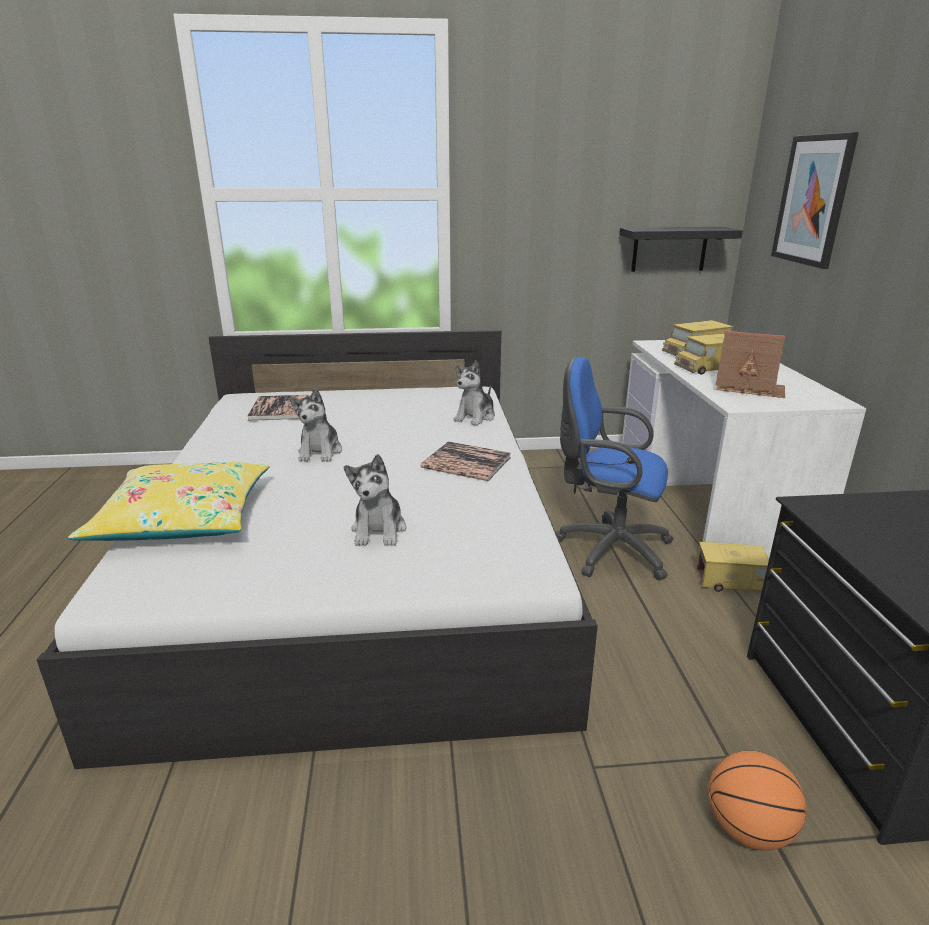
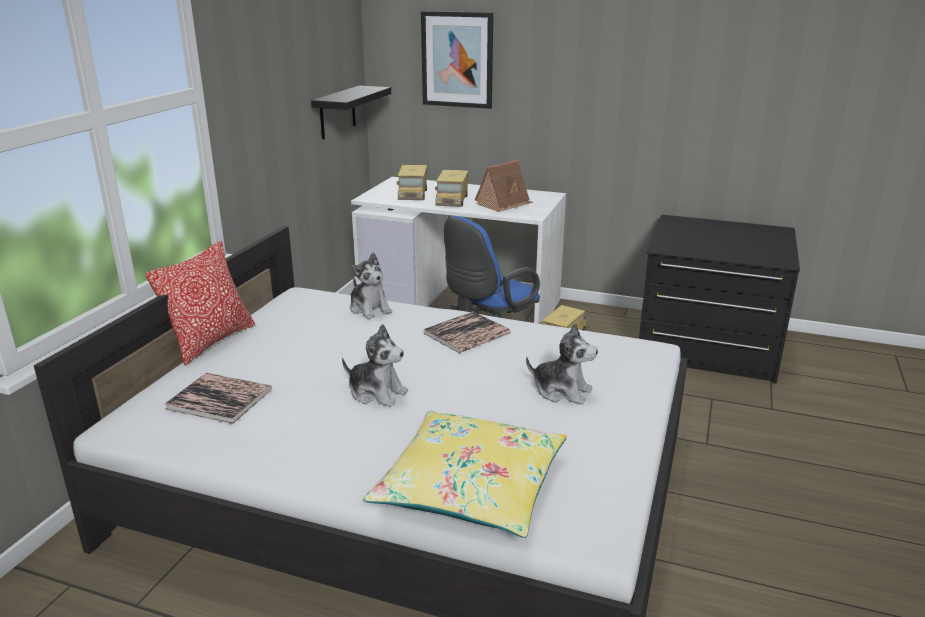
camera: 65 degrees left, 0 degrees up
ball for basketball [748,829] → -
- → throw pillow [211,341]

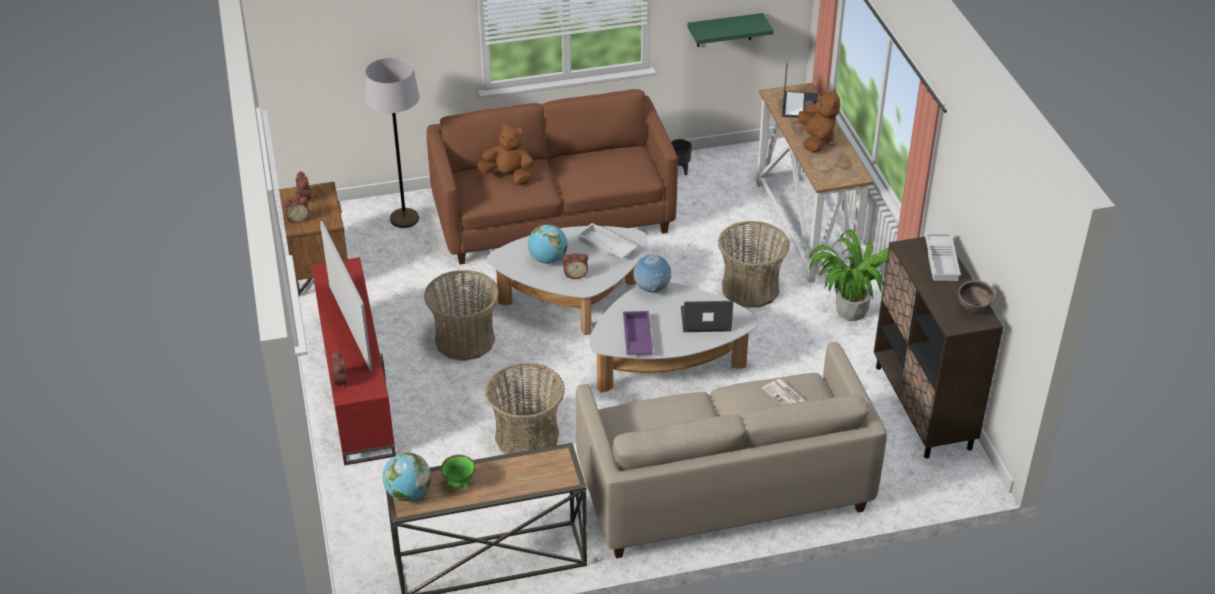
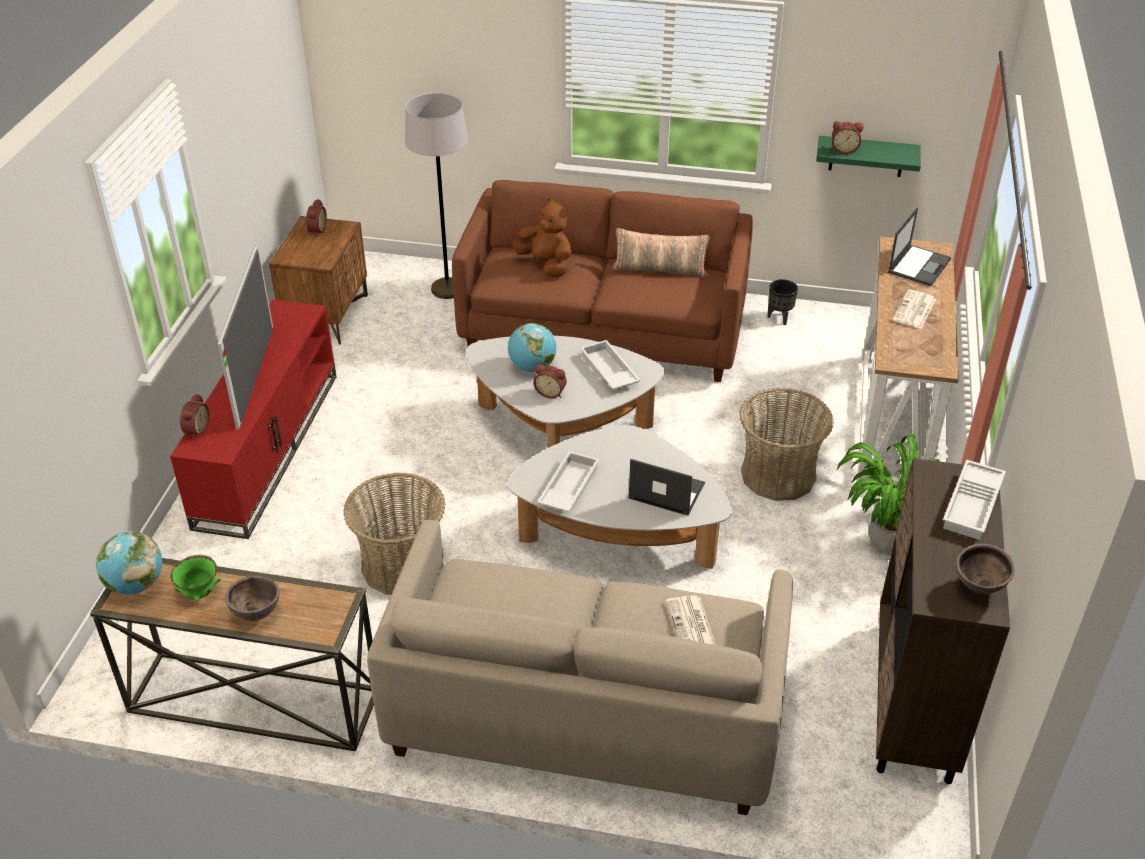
camera: 25 degrees right, 0 degrees up
brown-coloured cuddly toy [816,140] → printed paper [914,310]
bedside clock [297,218] → bedside clock [844,149], moved
desk globe [652,289] → -
household basket [464,340] → -
purple tray [636,338] → white-coloured tray [568,487]
- → throw pillow [660,269]
- → brown-coloured deep dish [256,613]

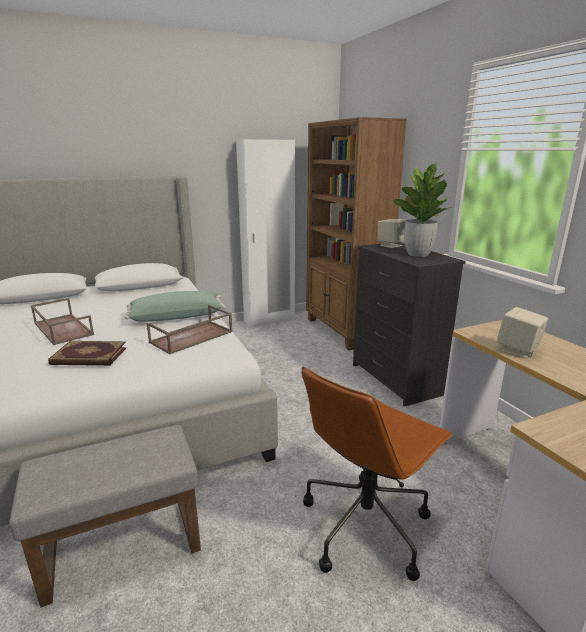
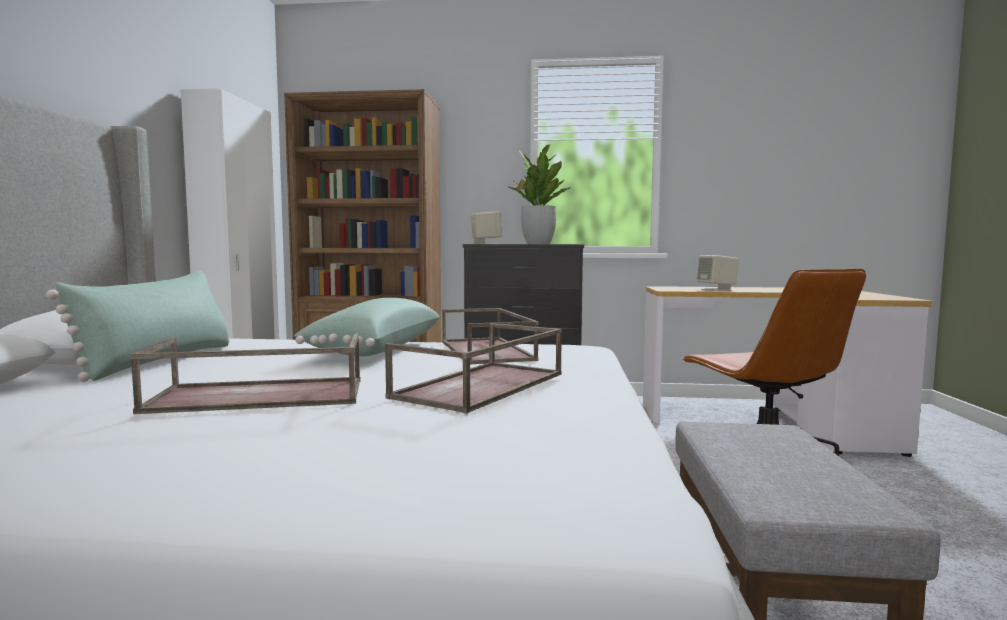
camera: 60 degrees left, 15 degrees down
volume [89,357] → brown-coloured tray [482,386]
- → greenish throw pillow [160,360]

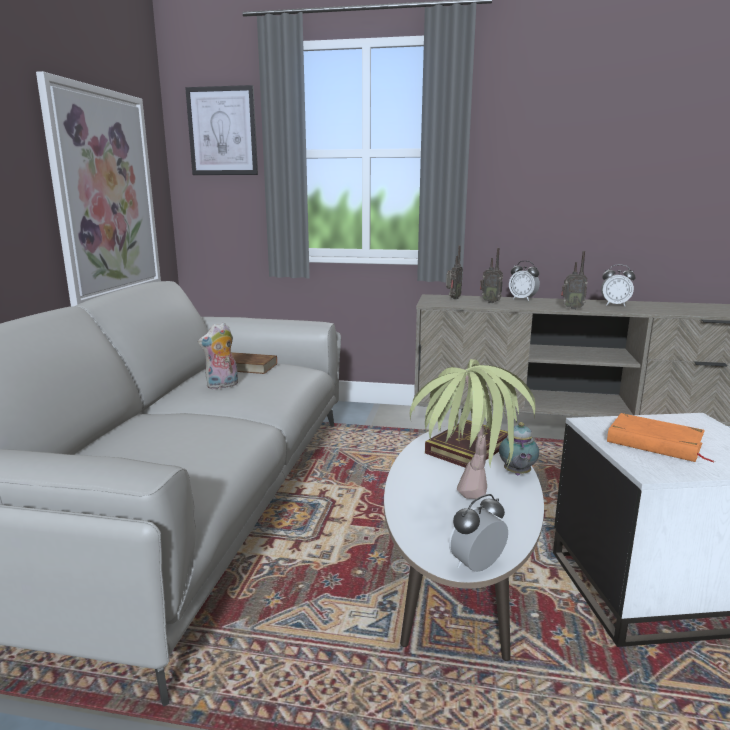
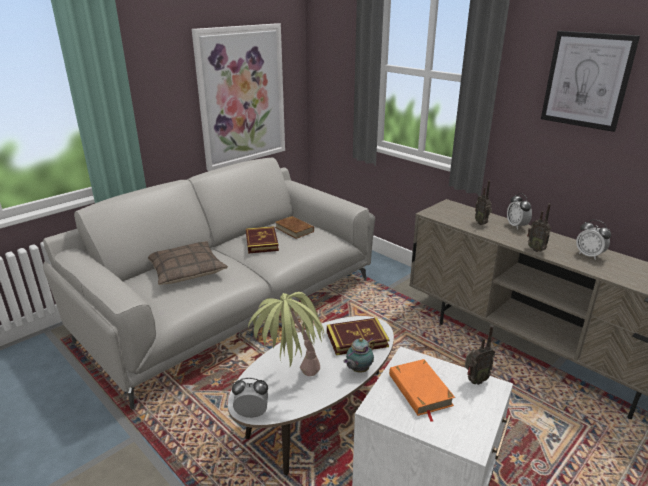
camera: 35 degrees right, 10 degrees up
wall art [222,131] → wall art [586,80], moved
radio receiver [452,298] → radio receiver [474,380], moved
cuddly toy [222,386] → volume [261,242]
- → throw pillow [186,270]

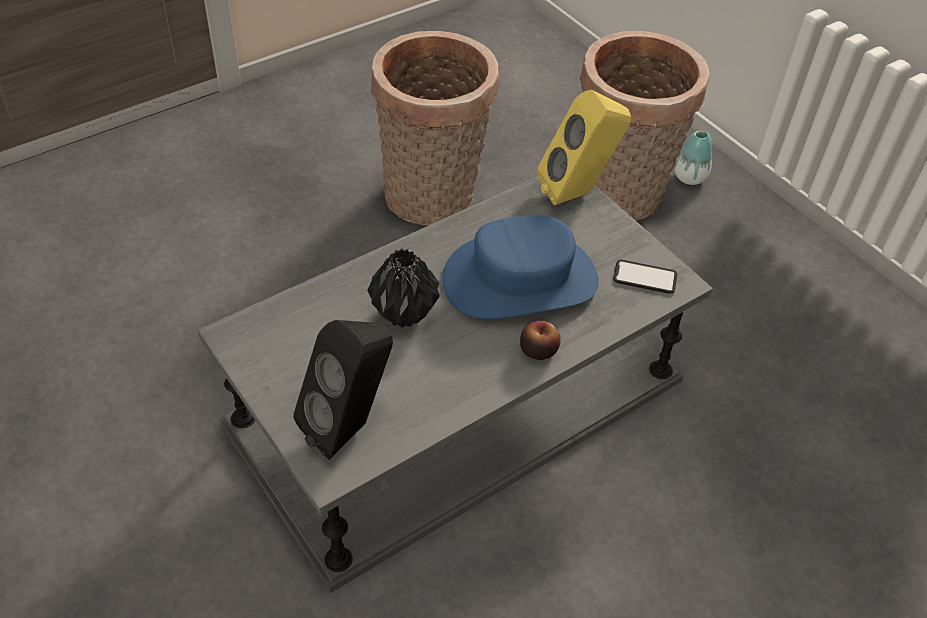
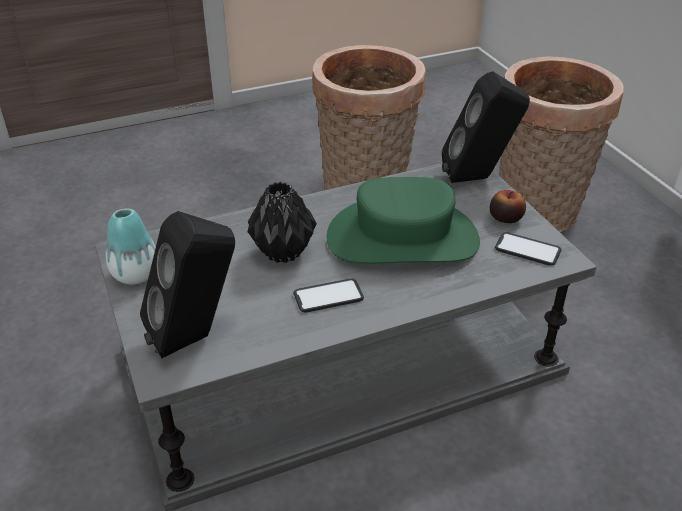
camera: 15 degrees right, 10 degrees down
yellow-coloured audio speaker [578,193] → black audio speaker [479,178]
decorative vase [689,177] → decorative vase [135,274], moved
blue wearable hat [520,279] → greenish wearable hat [403,238]
whole apple [538,350] → whole apple [505,217], moved
- → handset [328,296]

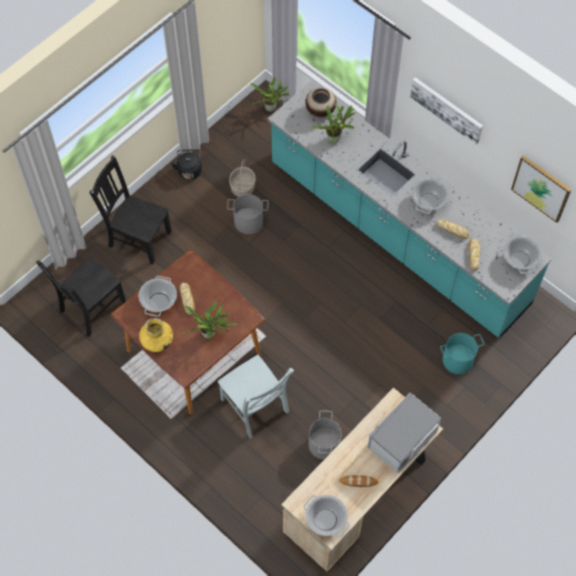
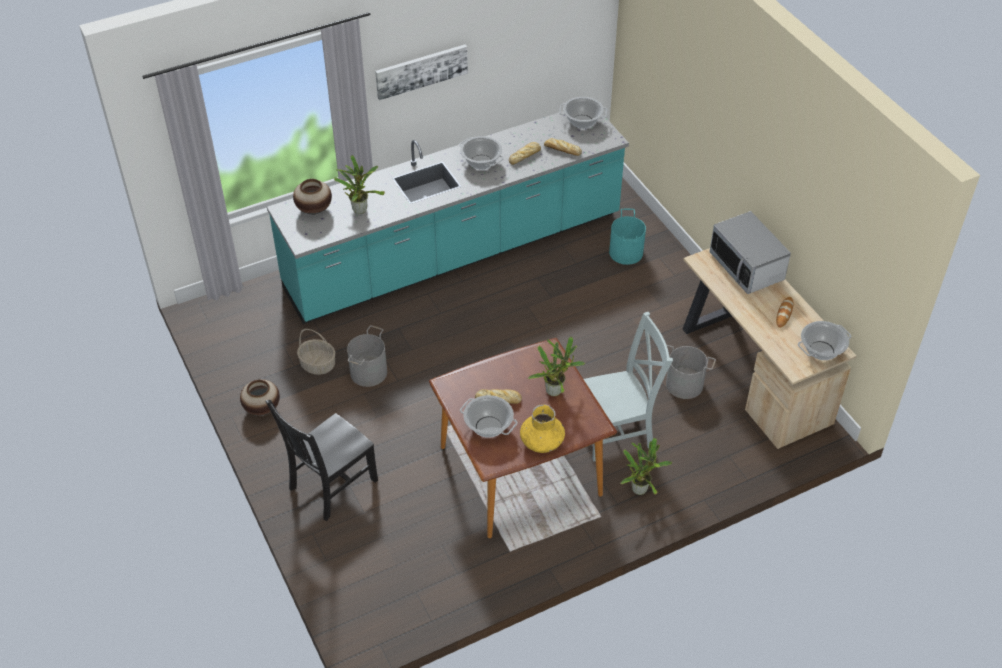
camera: 70 degrees left, 15 degrees down
plant in a pot [272,108] → plant in a pot [641,488], moved
black water kettle [189,170] → decorative vase [262,408]
wall art [541,188] → -
black plain chair [90,308] → -

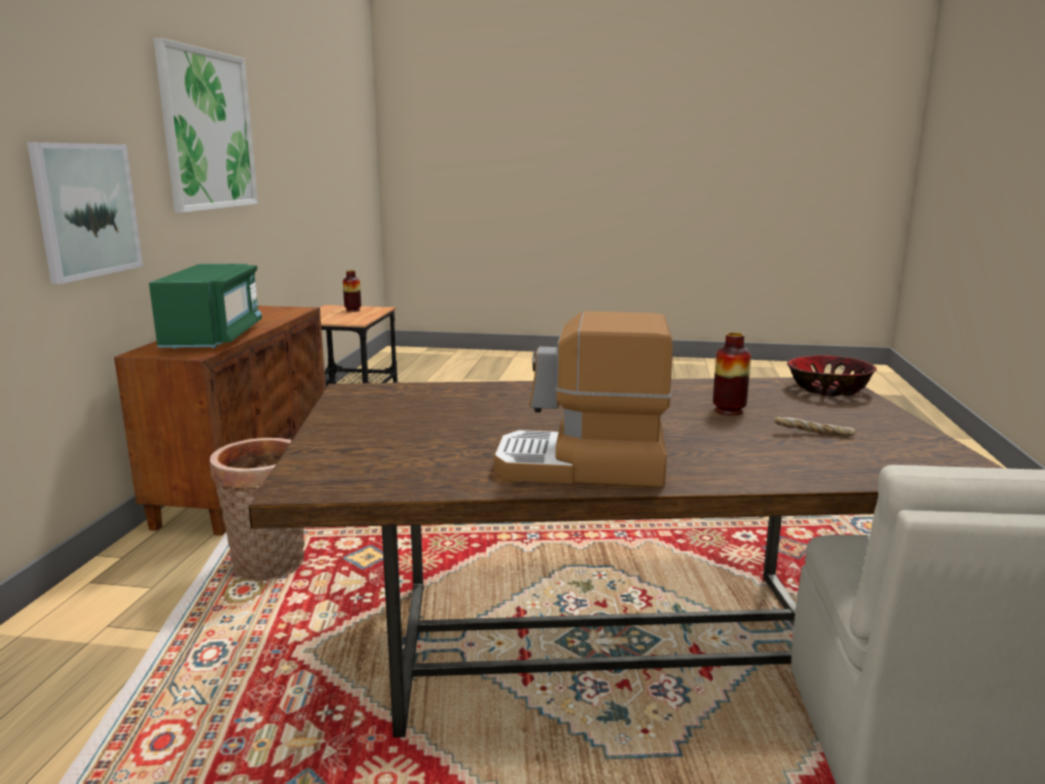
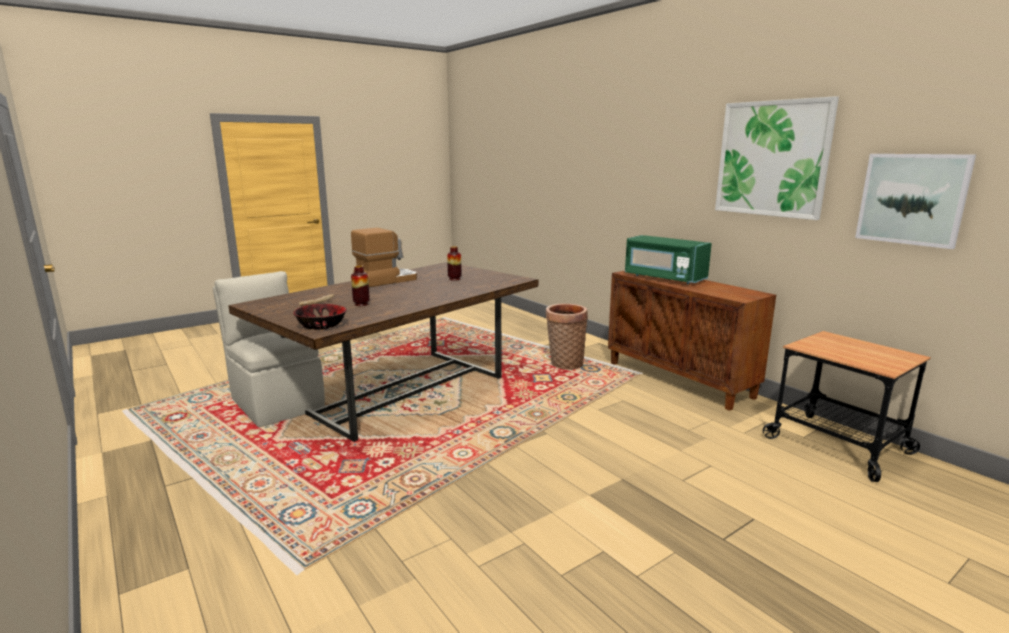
camera: 135 degrees right, 0 degrees up
wall art [86,210] → wall art [912,199], moved
decorative vase [353,310] → decorative vase [454,279], moved

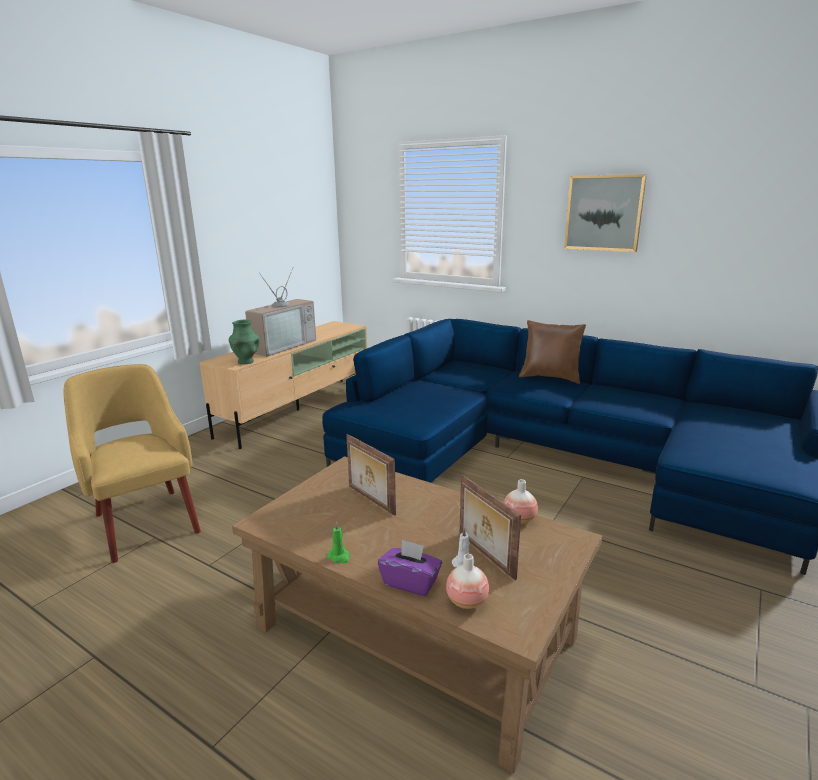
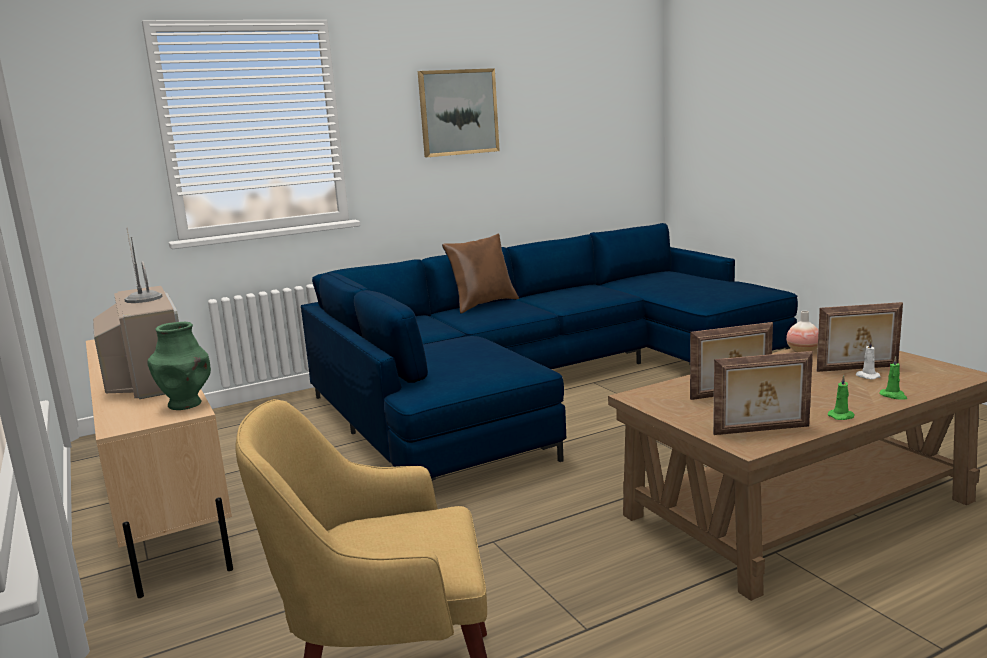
camera: 60 degrees left, 5 degrees down
purple tissue box [410,582] → greenish wax candle [893,396]
decorative vase [467,601] → -
- → photo frame [762,431]

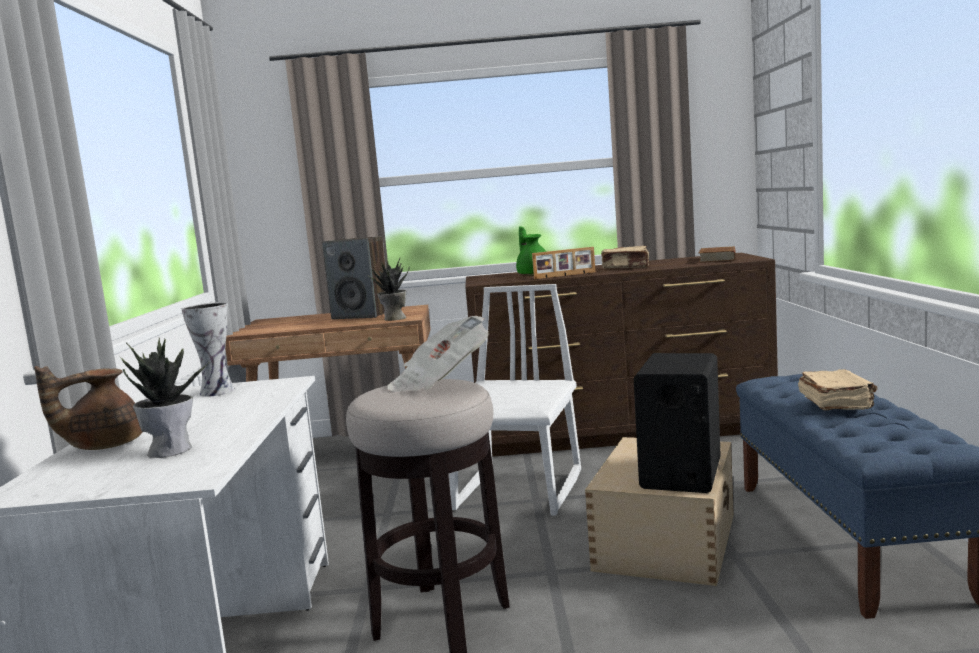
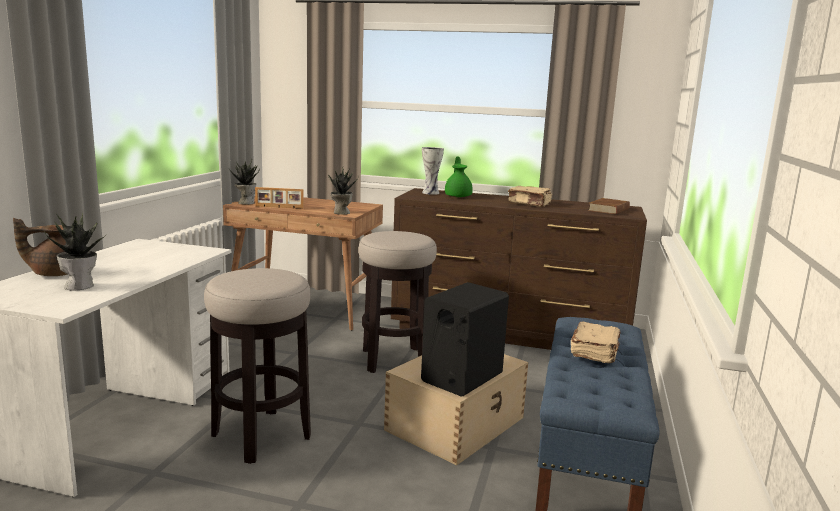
camera: 15 degrees right, 5 degrees up
audio speaker [362,315] → -
photo frame [565,275] → photo frame [279,207], moved
white-coloured plain chair [521,491] → stool seat [394,360]
decorative vase [219,391] → decorative vase [431,193], moved
printed paper [440,382] → -
- → plant in a pot [246,203]

